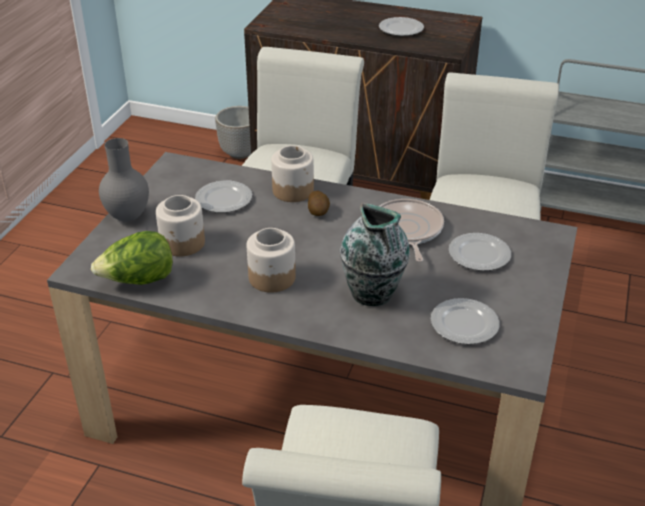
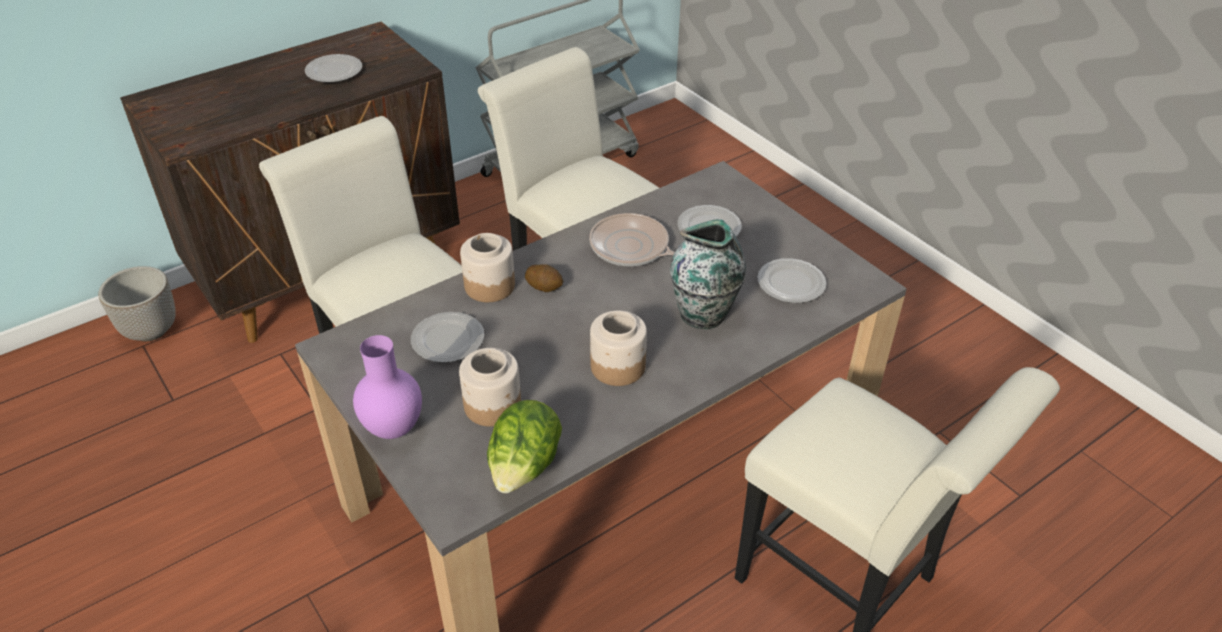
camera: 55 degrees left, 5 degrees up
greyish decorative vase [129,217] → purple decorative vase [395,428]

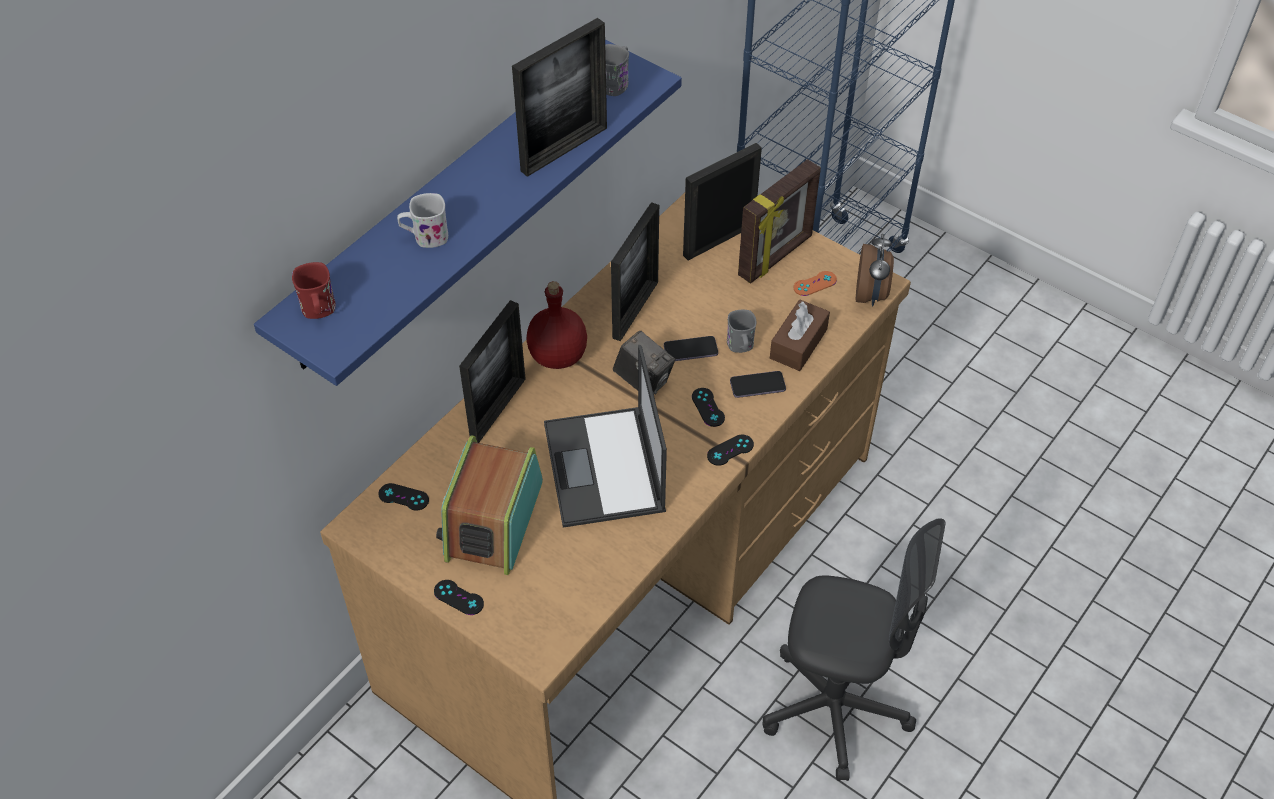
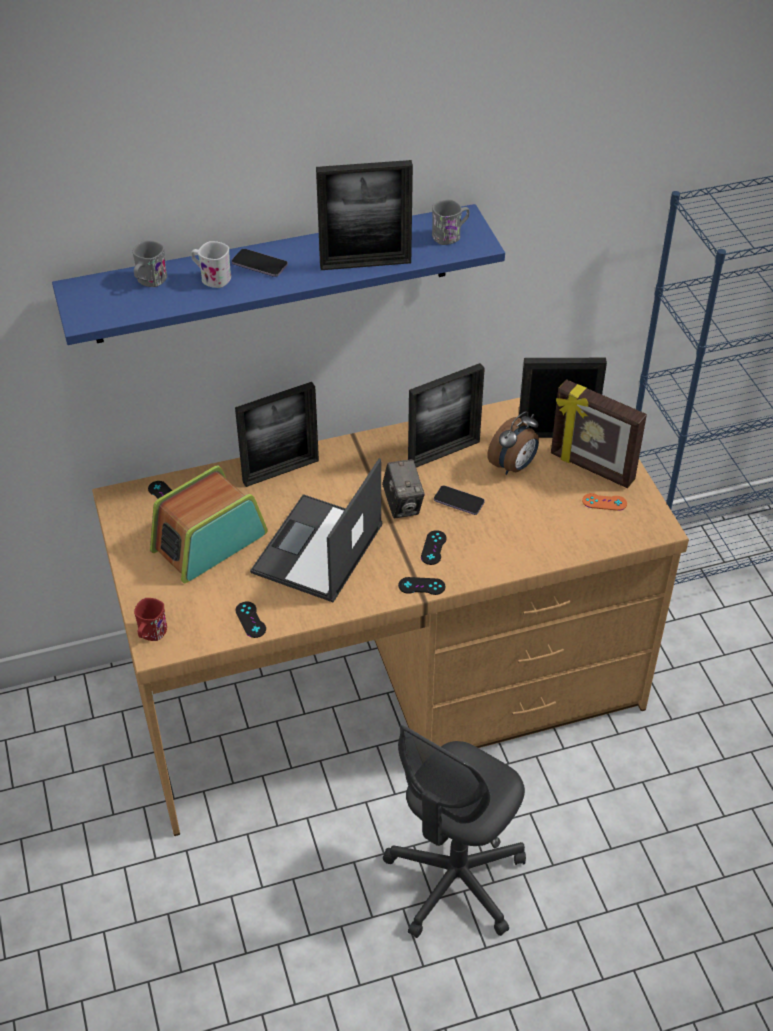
camera: 35 degrees right, 5 degrees down
photo frame [776,257] → photo frame [591,468], 45 degrees clockwise
bedside clock [871,294] → bedside clock [513,466], moved
red tea mug [319,311] → red tea mug [151,634], moved
red drink bottle [557,357] → -
brown-coloured tissue box [798,344] → -
greyish tea mug [741,346] → greyish tea mug [149,281], moved
handset [757,385] → handset [259,264], moved
greyish desk chair [835,708] → greyish desk chair [455,880], 75 degrees clockwise
black game controller [458,597] → black game controller [250,620], moved

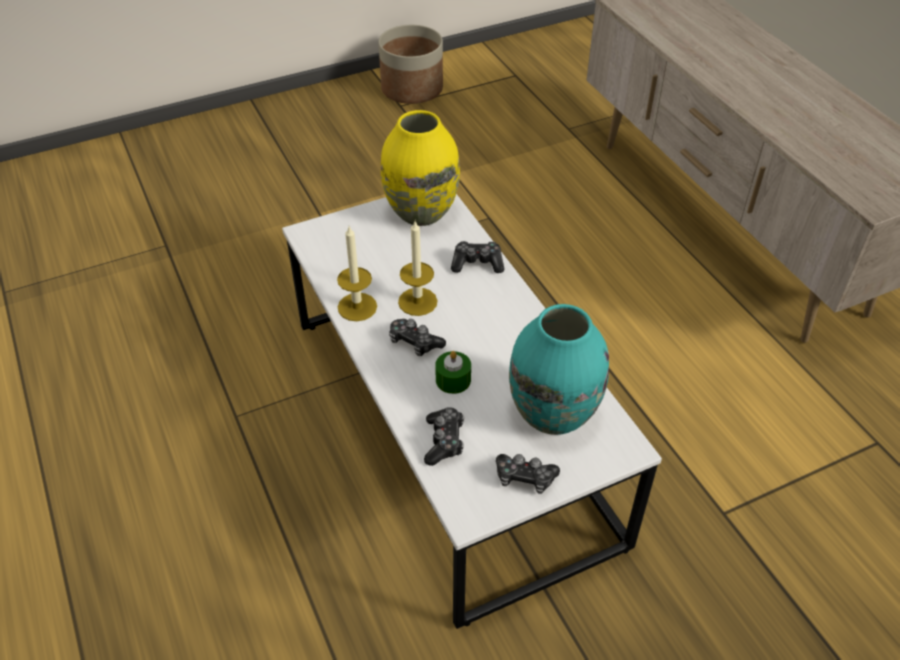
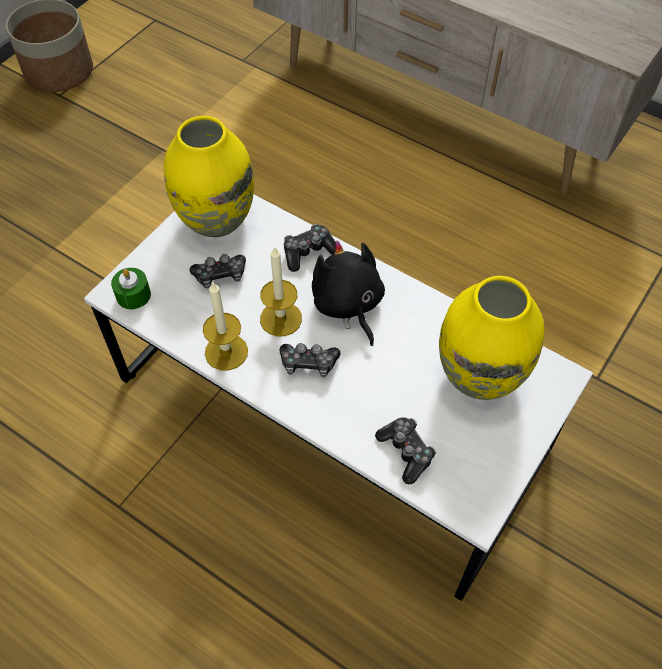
camera: 30 degrees left, 10 degrees up
blue-green decorative vase [552,413] → yellow-coloured decorative vase [478,375]
greenish wax candle [453,380] → greenish wax candle [133,295], moved
game controller [524,478] → game controller [220,275], moved
- → black cuddly toy [348,305]

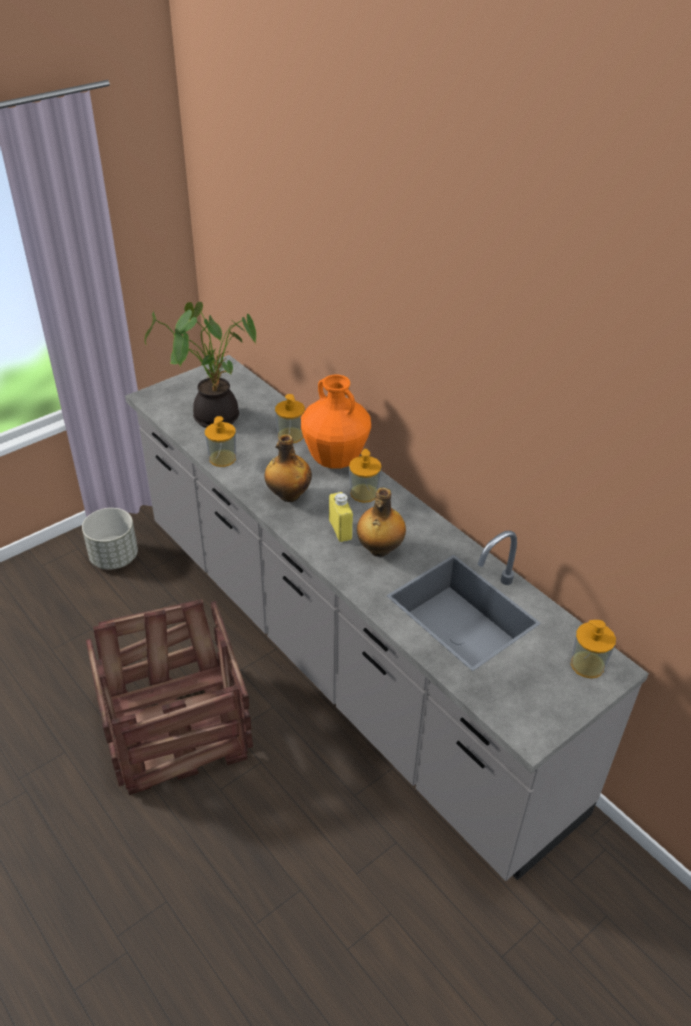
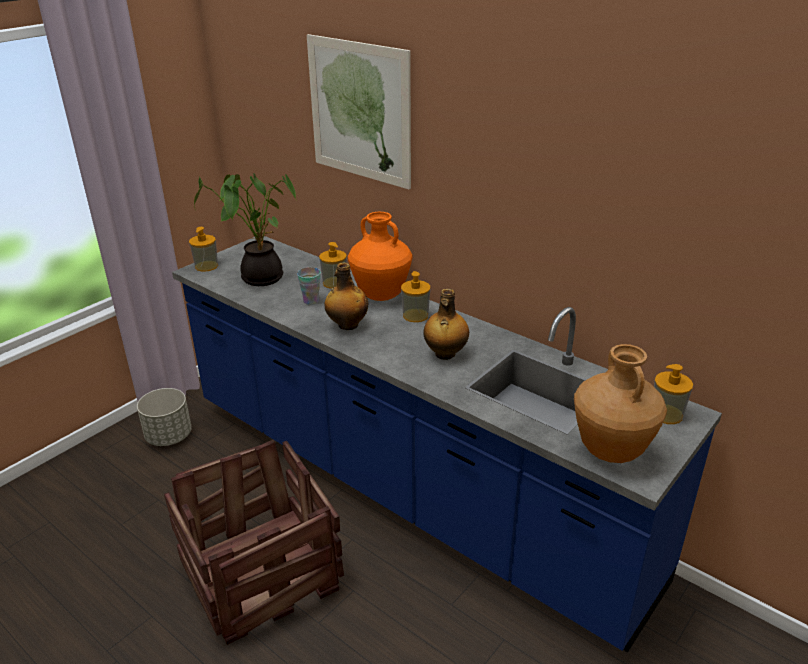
camera: 10 degrees left, 10 degrees down
greyish kitchen base unit [342,657] → blue kitchen base unit [405,487]
soap bottle [222,458] → soap bottle [206,266], moved
yellow-coloured drink bottle [340,530] → -
- → wall art [359,111]
- → drinking cup [311,301]
- → brown-coloured decorative vase [611,451]

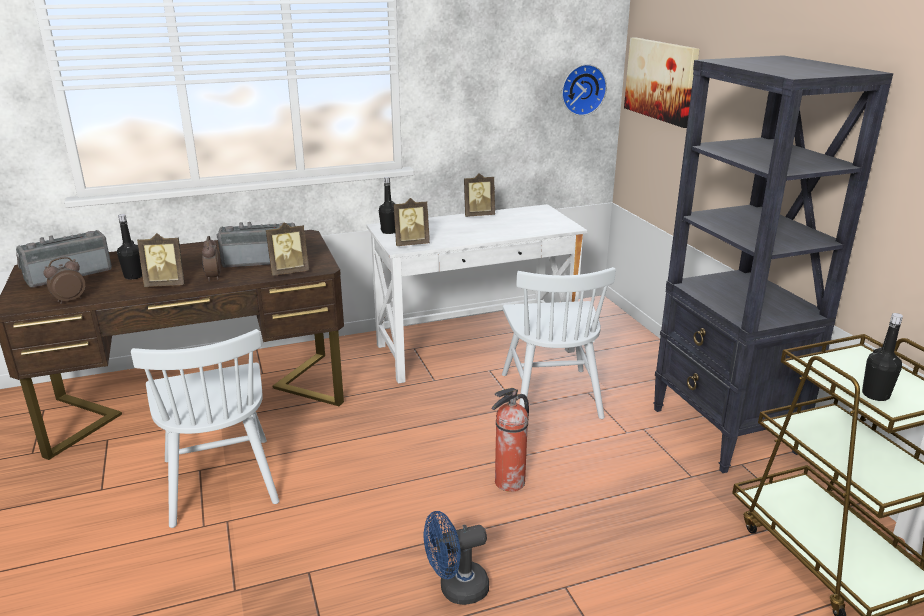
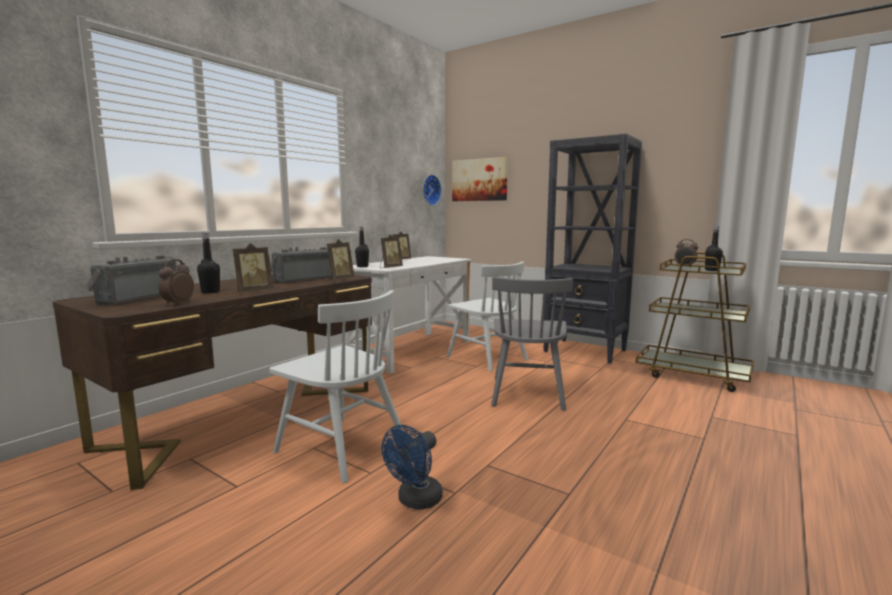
camera: 35 degrees left, 15 degrees down
bedside clock [213,278] → bedside clock [684,267], moved
fire extinguisher [508,482] → greyish plain chair [527,393]
blue cooling fan [456,589] → blue cooling fan [415,501], moved

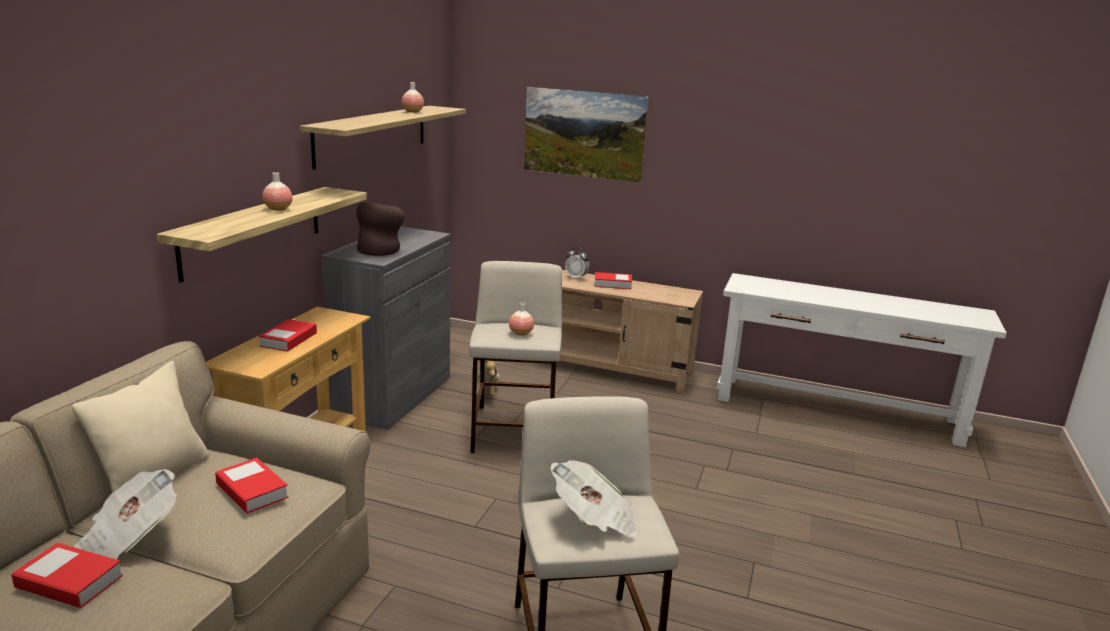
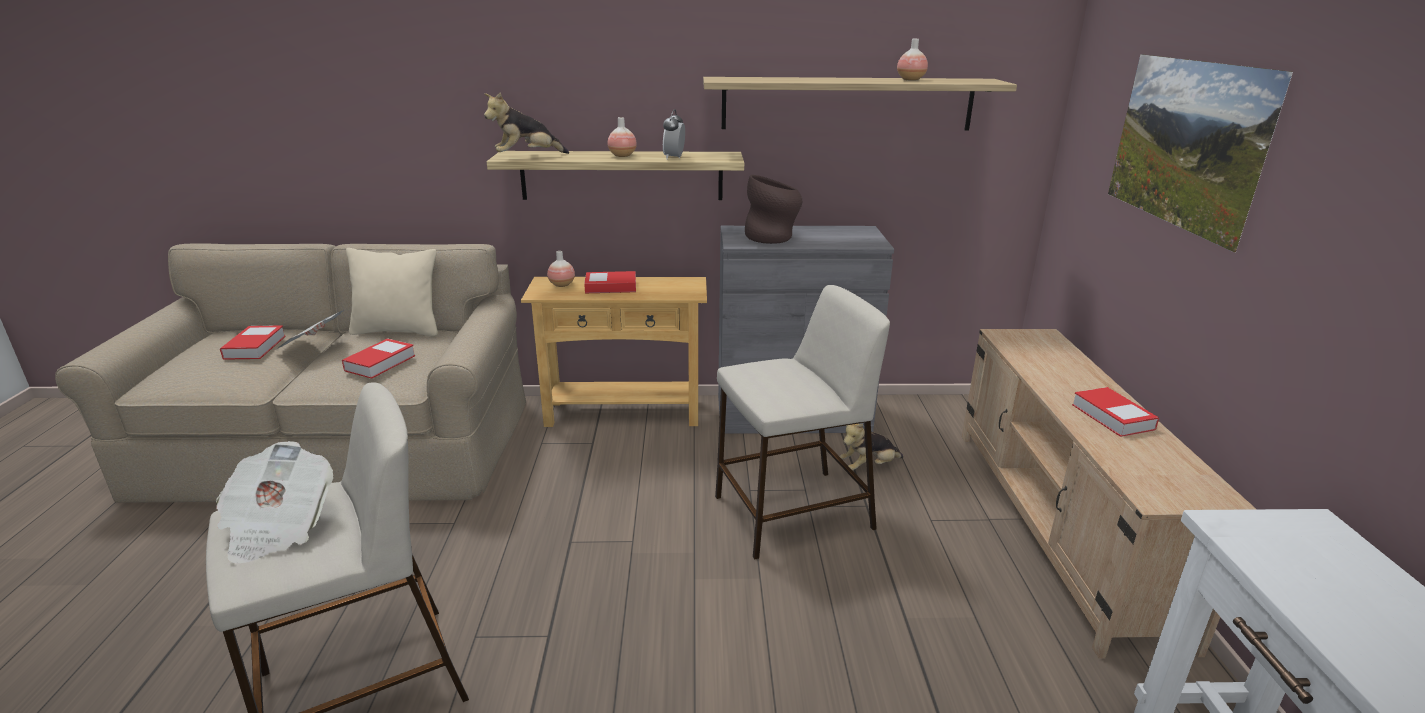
camera: 70 degrees right, 5 degrees up
bedside clock [576,277] → bedside clock [674,158], moved
decorative vase [521,333] → decorative vase [562,285], moved
- → cuddly toy [527,157]

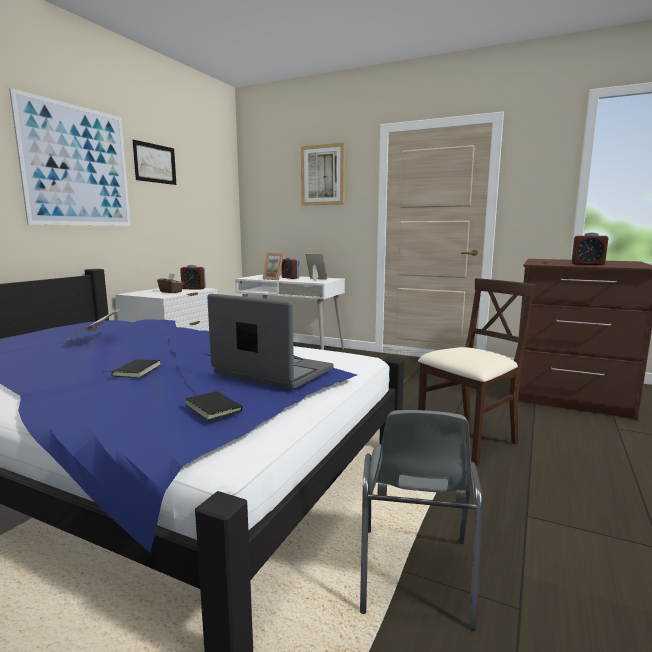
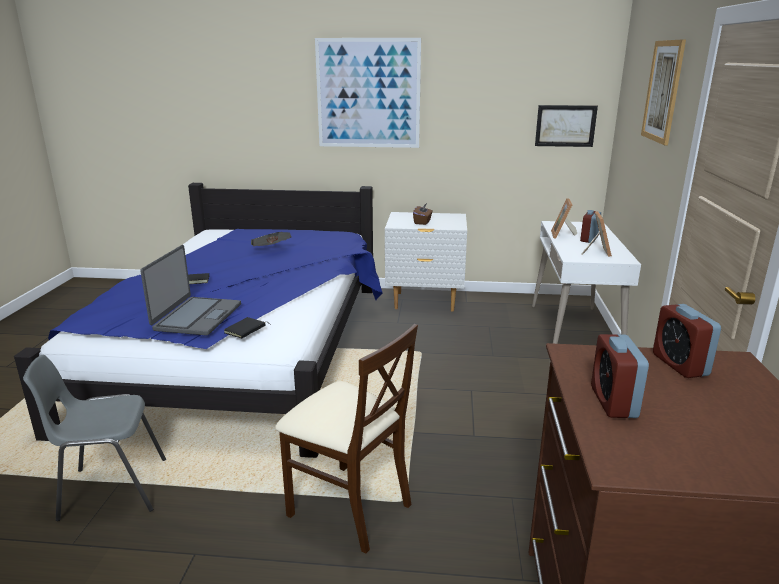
camera: 70 degrees right, 10 degrees up
wall art [155,163] → wall art [565,126], moved
bedside clock [193,288] → bedside clock [680,365], moved
black volume [215,408] → black volume [246,330], moved

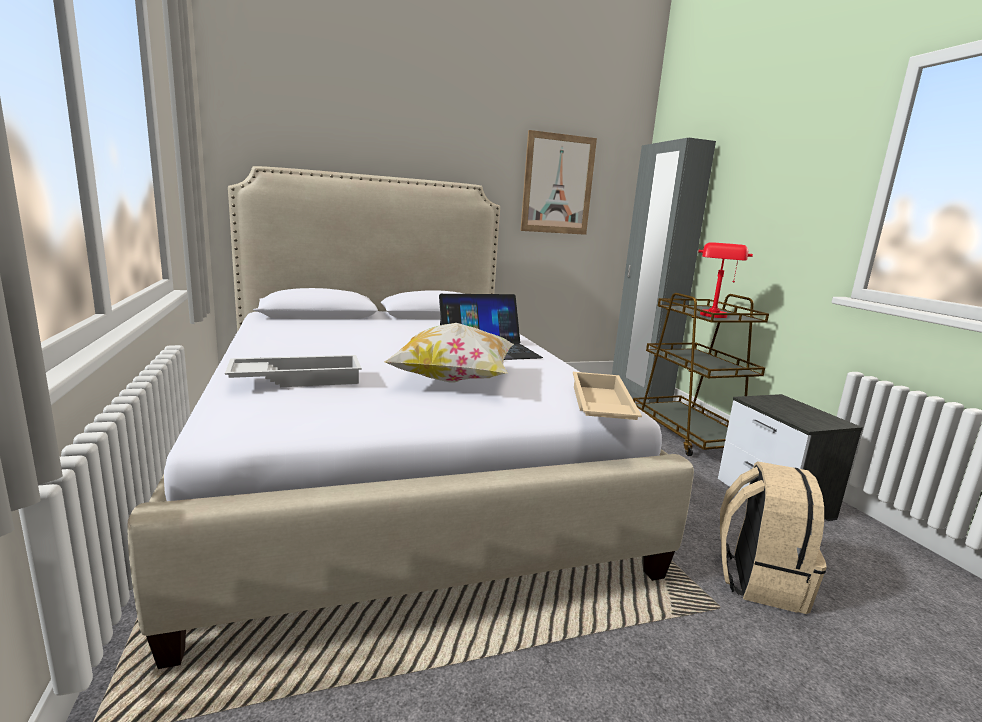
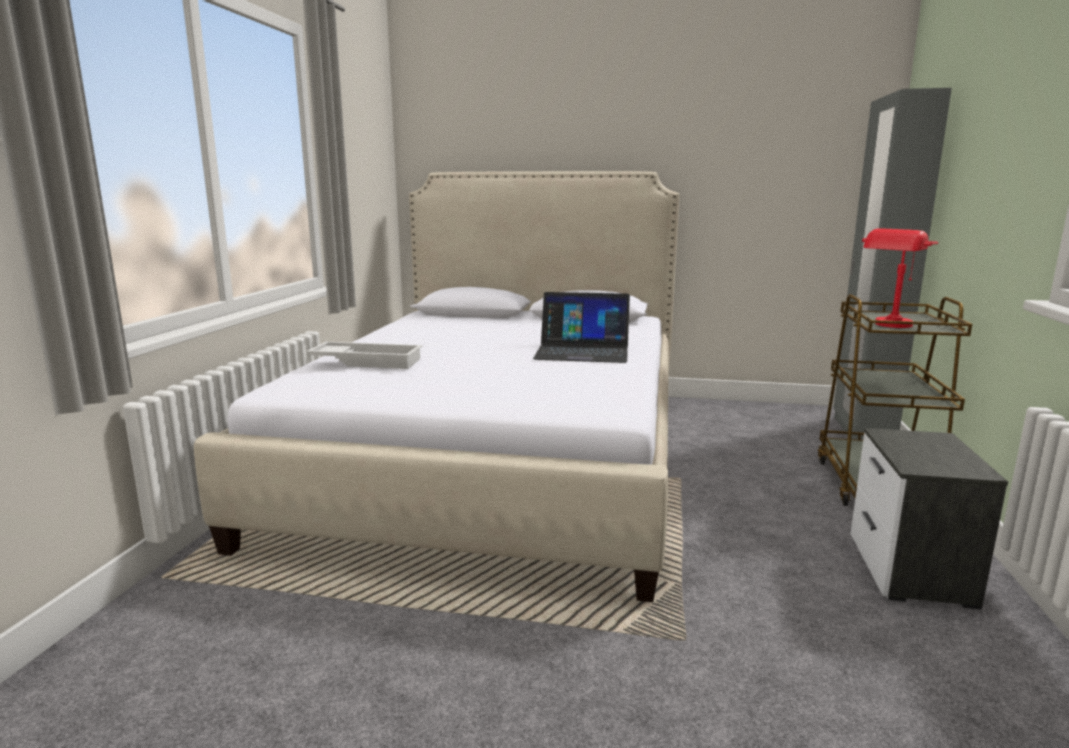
camera: 30 degrees right, 0 degrees up
wall art [557,184] → -
throw pillow [454,380] → -
sand-coloured tray [599,406] → -
sand-coloured knapsack [758,580] → -

